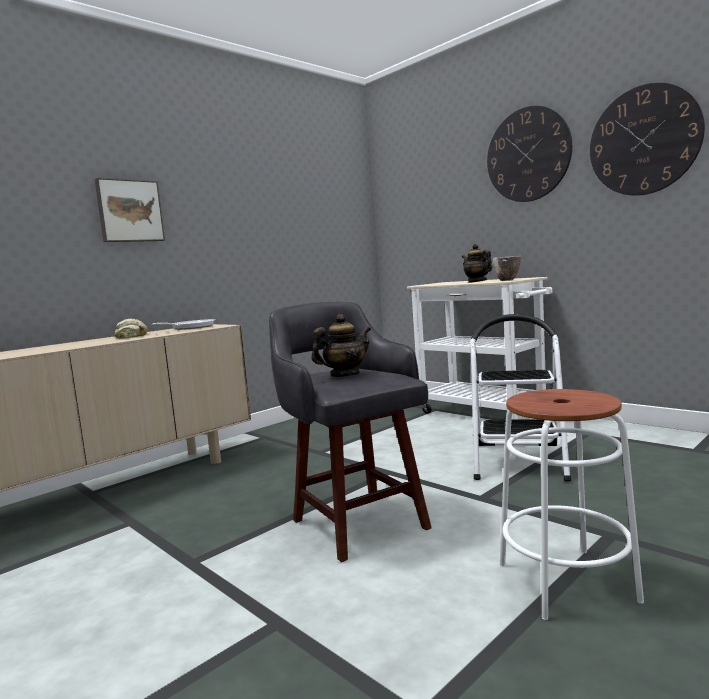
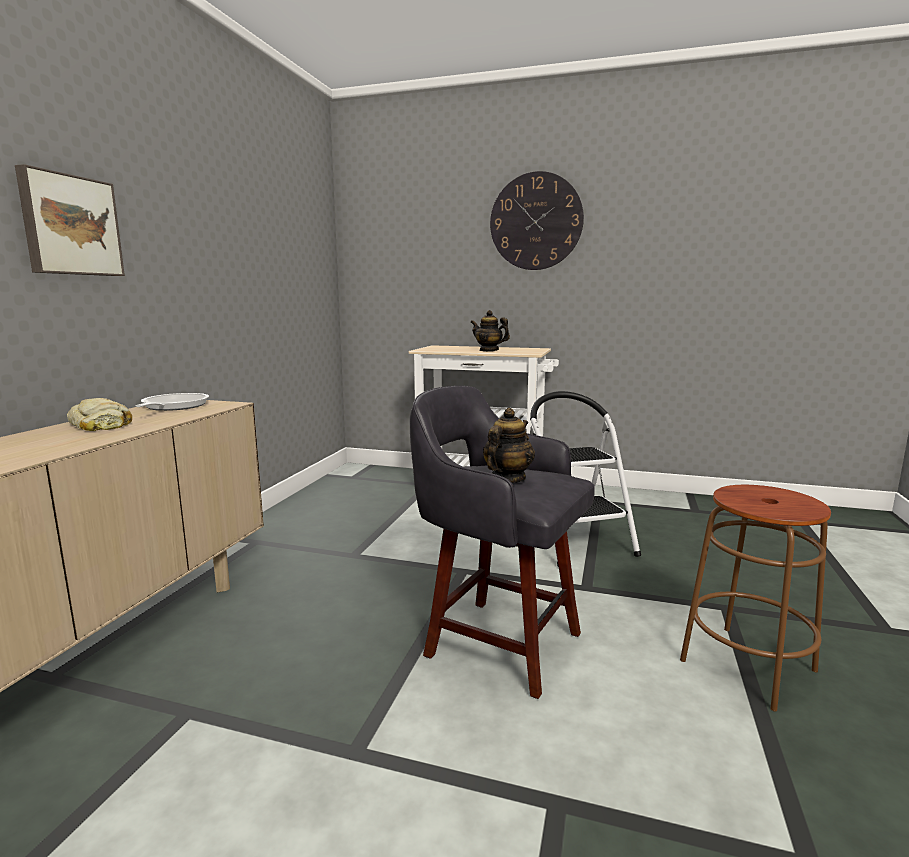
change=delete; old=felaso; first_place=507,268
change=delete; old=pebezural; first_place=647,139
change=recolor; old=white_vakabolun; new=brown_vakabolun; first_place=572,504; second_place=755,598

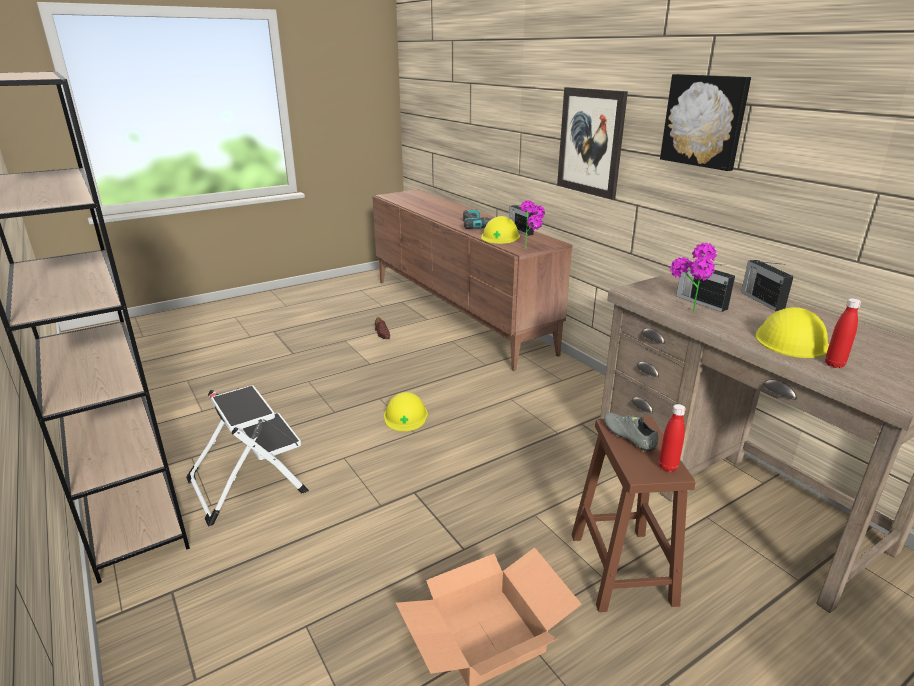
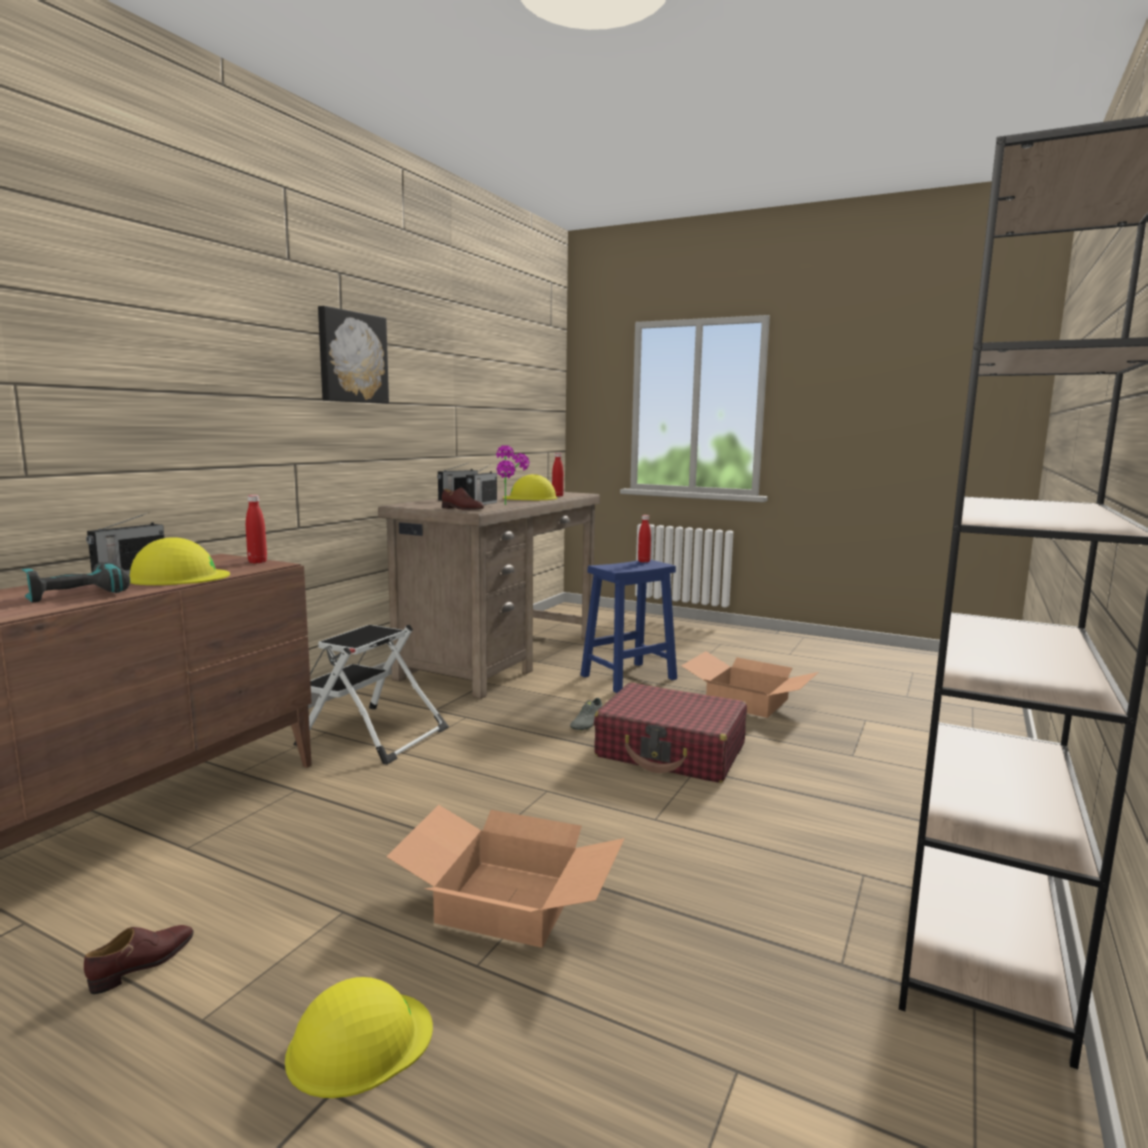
change=delete; old=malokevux; first_place=592,143
change=insert; new=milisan; second_place=506,876
change=insert; new=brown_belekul; second_place=463,499
change=insert; new=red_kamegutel; second_place=670,732
change=move; old=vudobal; first_place=247,455; second_place=371,695
change=move; old=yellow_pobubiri; first_place=406,411; second_place=359,1037
change=move; old=grey_belekul; first_place=631,432; second_place=586,714
change=replace; old=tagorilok; new=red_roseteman; first_place=532,224; second_place=256,529
change=recolor; old=brown_vakabolun; new=blue_vakabolun; first_place=633,514; second_place=629,626

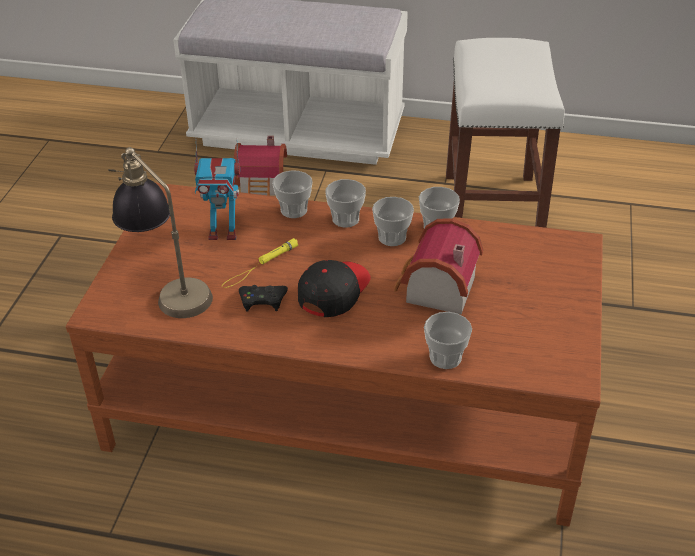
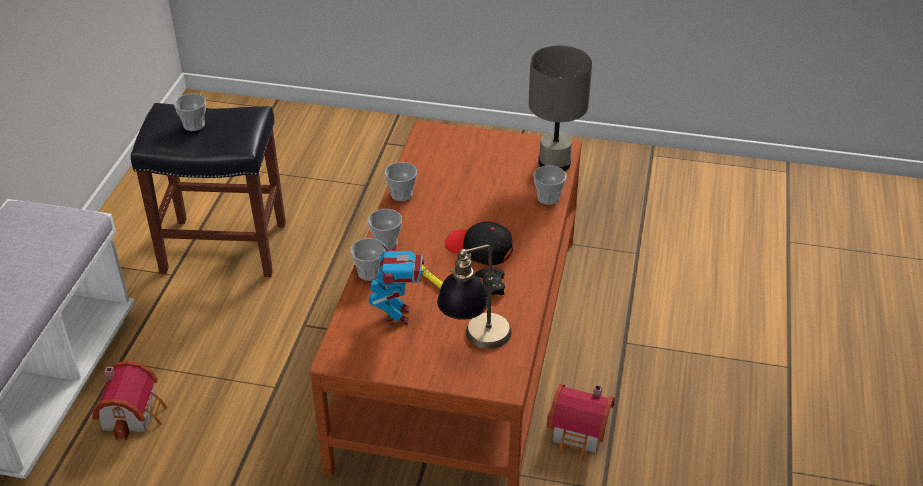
change=insert; new=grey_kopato; second_place=560,108
change=move; old=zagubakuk; first_place=393,221; second_place=190,112
change=move; old=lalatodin; first_place=438,266; second_place=581,422
change=recolor; old=white_vakabolun; new=black_vakabolun; first_place=505,133; second_place=208,190

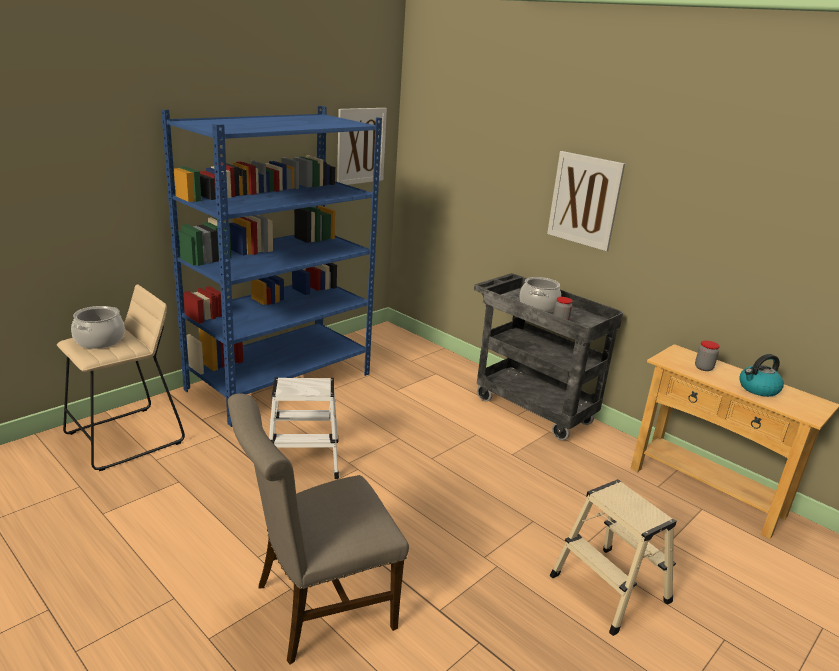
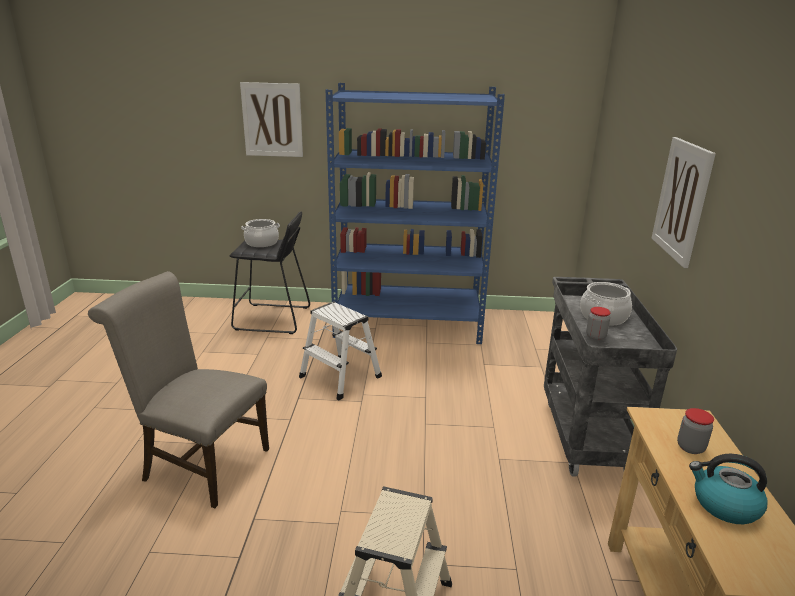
change=move; old=malokevux; first_place=362,146; second_place=271,119
change=recolor; old=beige_vakabolun; new=black_vakabolun; first_place=121,377; second_place=270,272

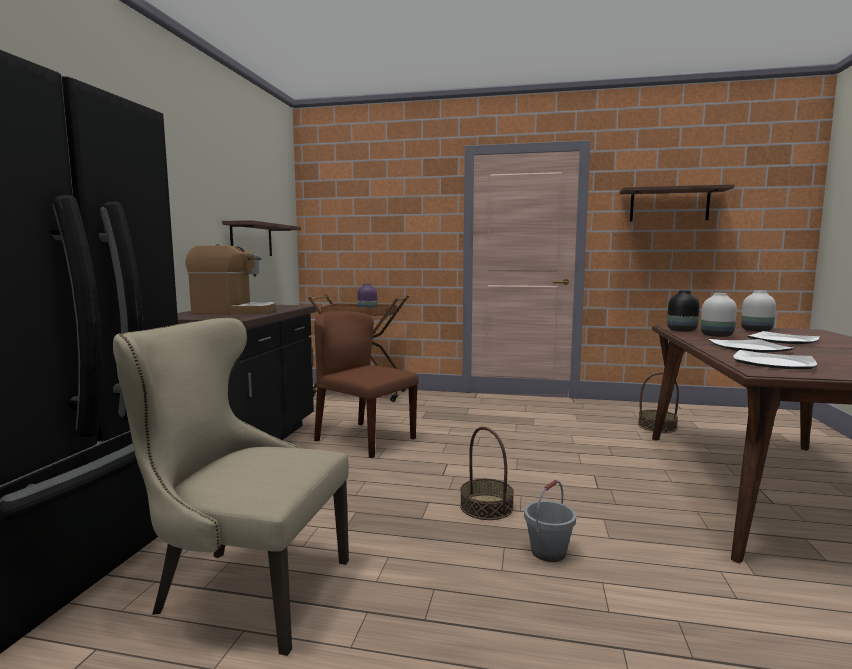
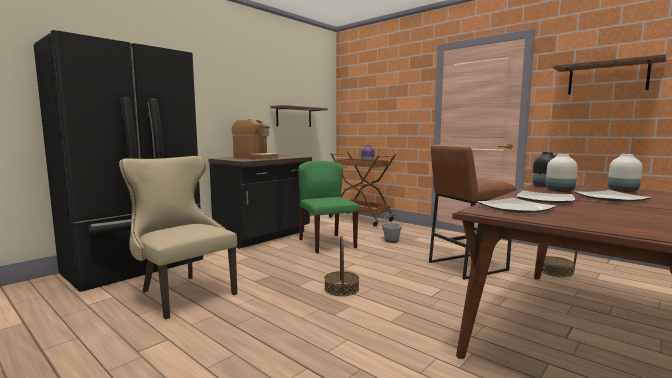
change=insert; new=brown_vakabolun; second_place=472,212
change=move; old=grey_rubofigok; first_place=550,521; second_place=392,228
change=recolor; old=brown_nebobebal; new=green_nebobebal; first_place=366,384; second_place=329,207

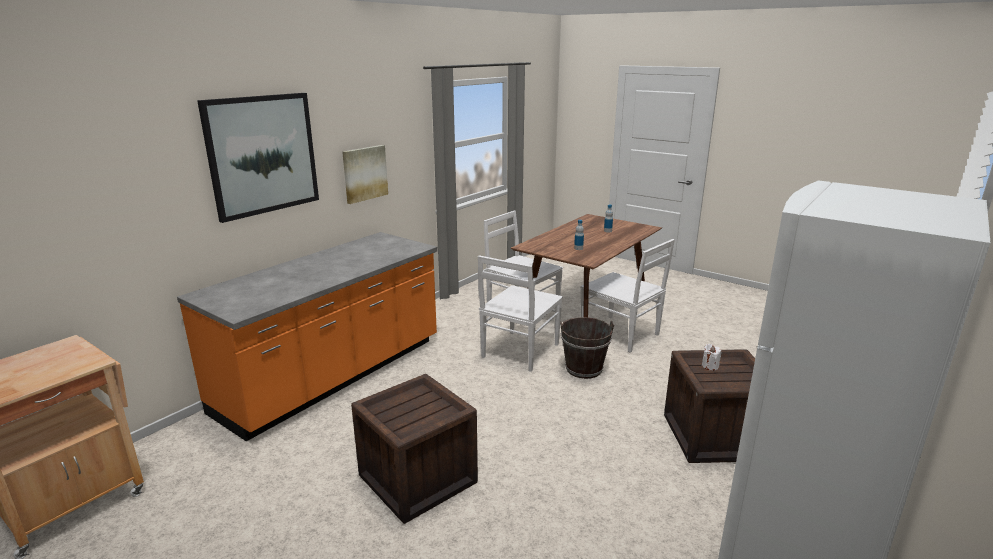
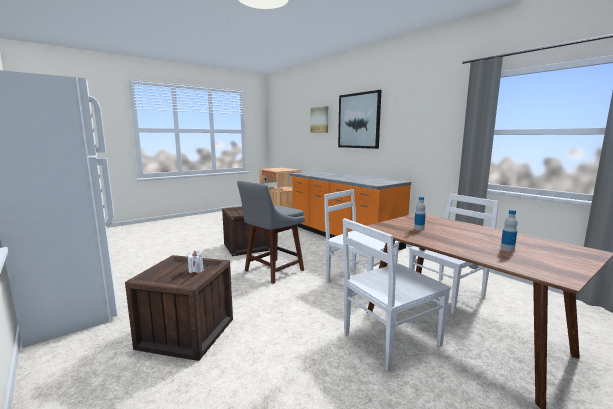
change=delete; old=brown_rubofigok; first_place=587,348
change=insert; new=grey_vakabolun; second_place=271,232
change=move; old=malokevux; first_place=365,174; second_place=319,119

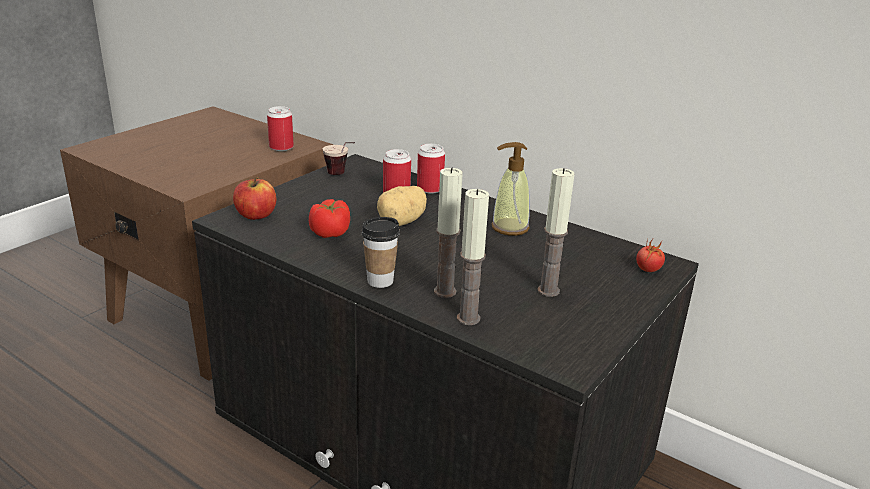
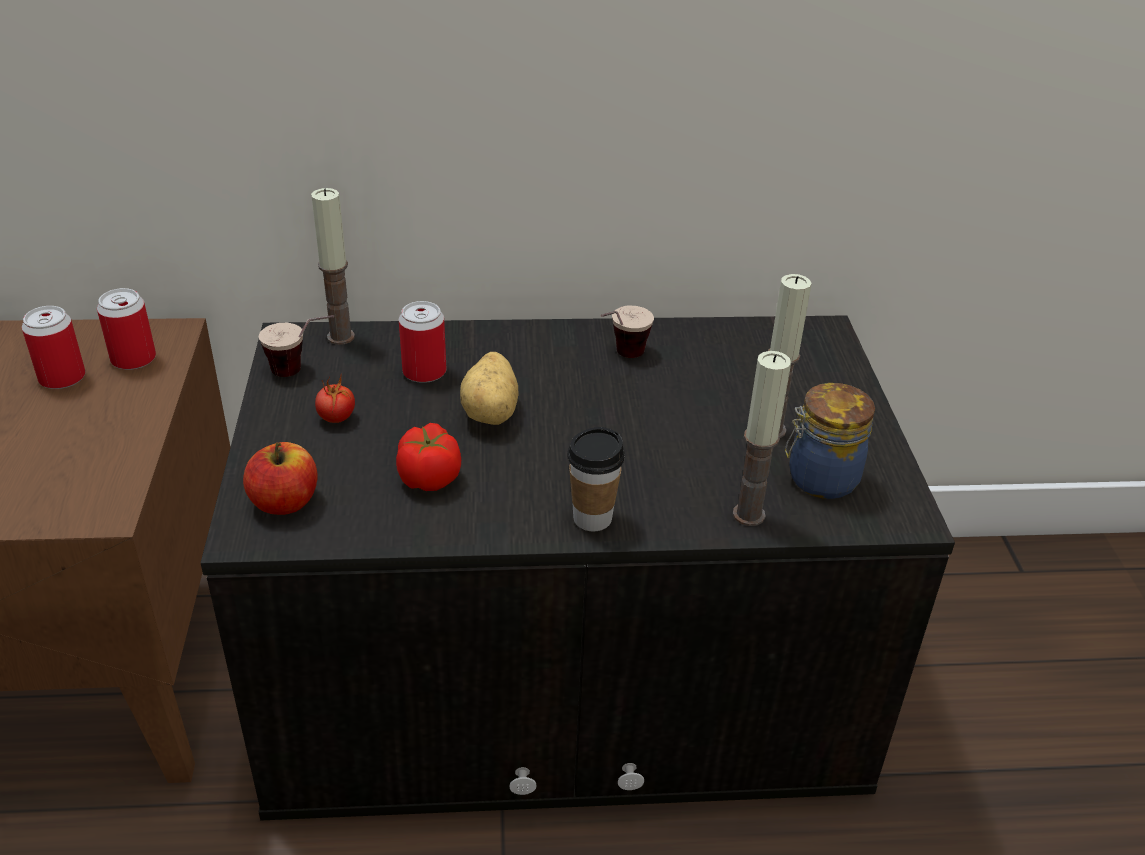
change=insert; new=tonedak; second_place=830,441
change=move; old=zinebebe; first_place=431,169; second_place=53,347
change=move; old=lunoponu; first_place=448,232; second_place=333,266
change=move; old=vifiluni; first_place=650,255; second_place=335,399
change=replace; old=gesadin; new=zagubakuk; first_place=510,189; second_place=627,332

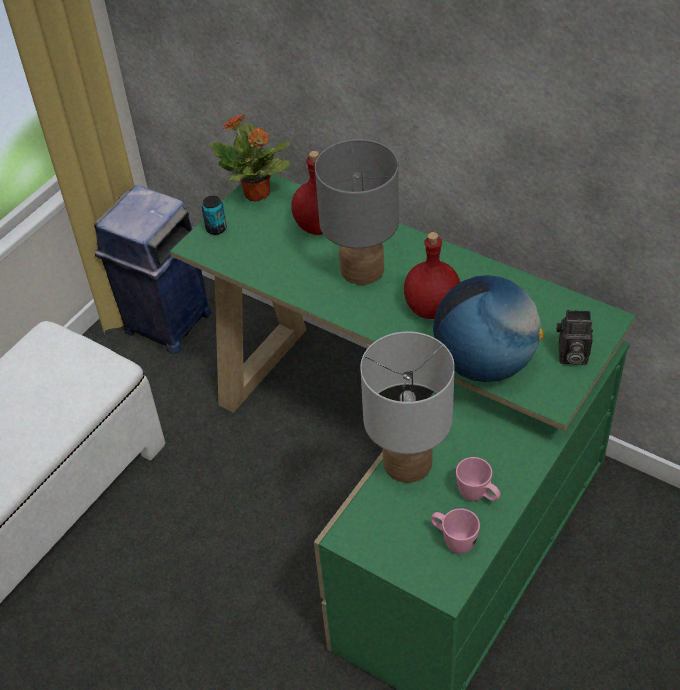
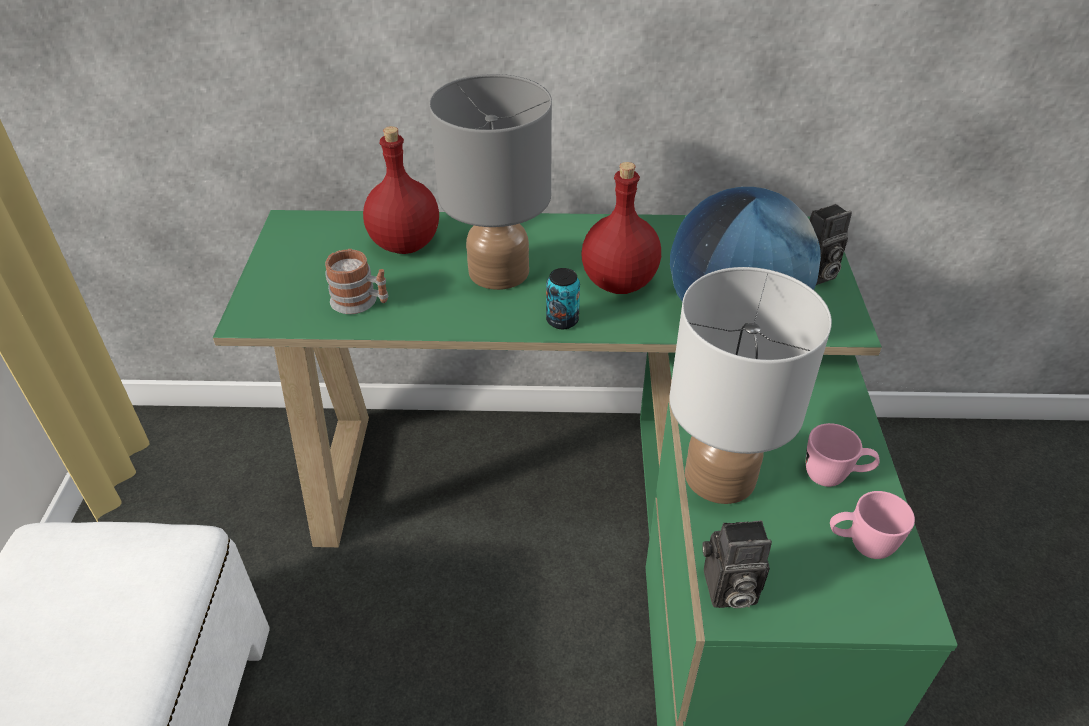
change=delete; old=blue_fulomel; first_place=153,269
change=delete; old=tagorilok; first_place=251,158
change=insert; new=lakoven; second_place=356,281
change=insert; new=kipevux; second_place=737,564
change=move; old=zinebebe; first_place=214,215; second_place=563,298

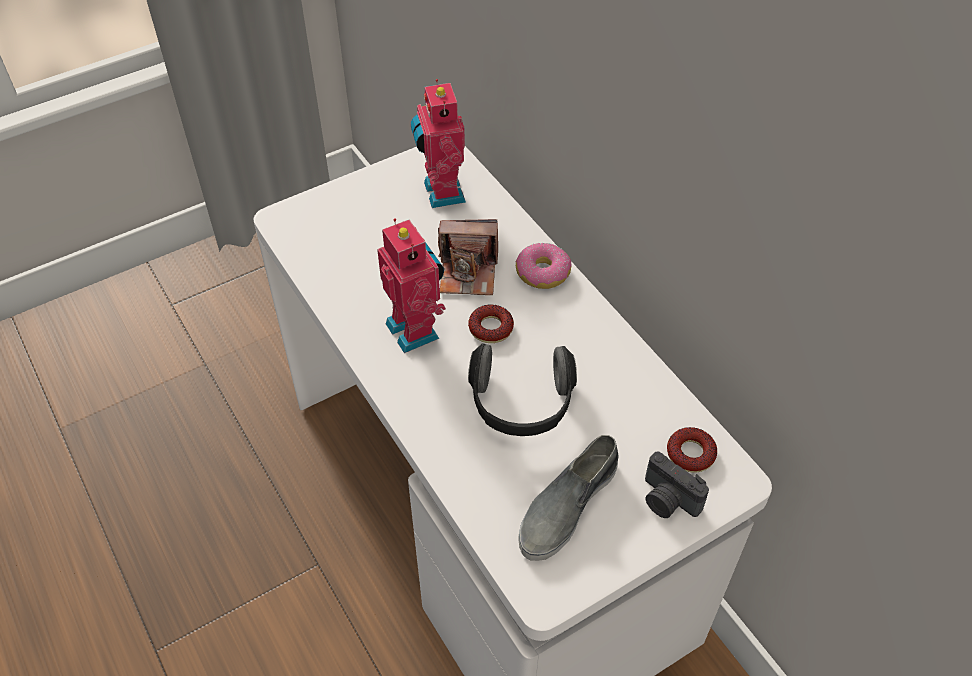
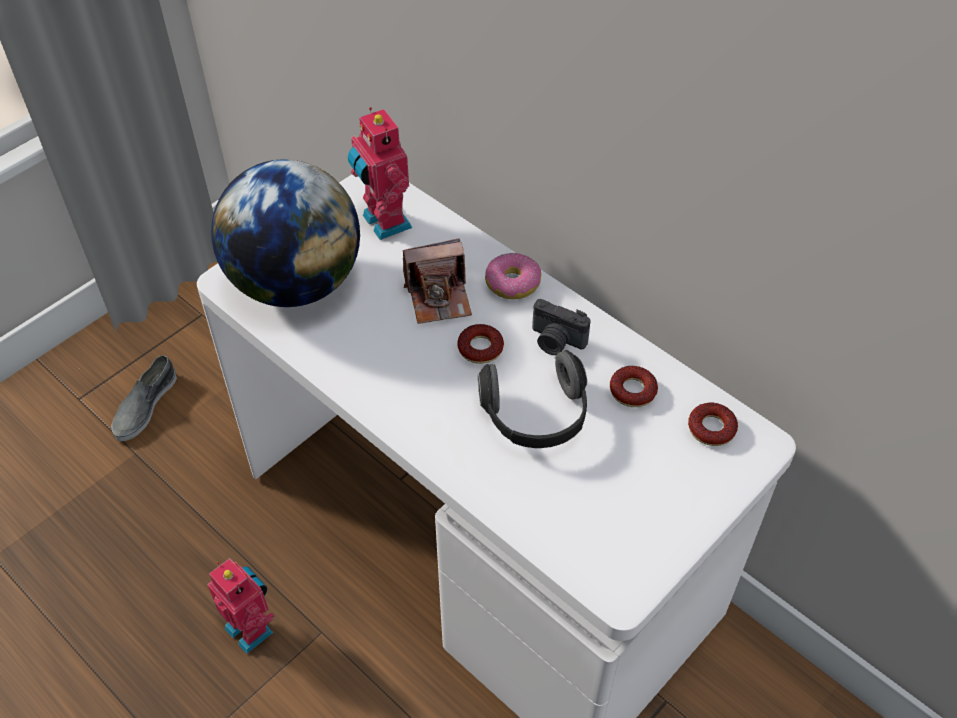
change=insert; new=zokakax; second_place=285,233
change=insert; new=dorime; second_place=634,386
change=move; old=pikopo; first_place=411,285; second_place=241,606
change=move; old=grey_belekul; first_place=568,498; second_place=144,398
change=move; old=kipevux; first_place=677,485; second_place=561,327

